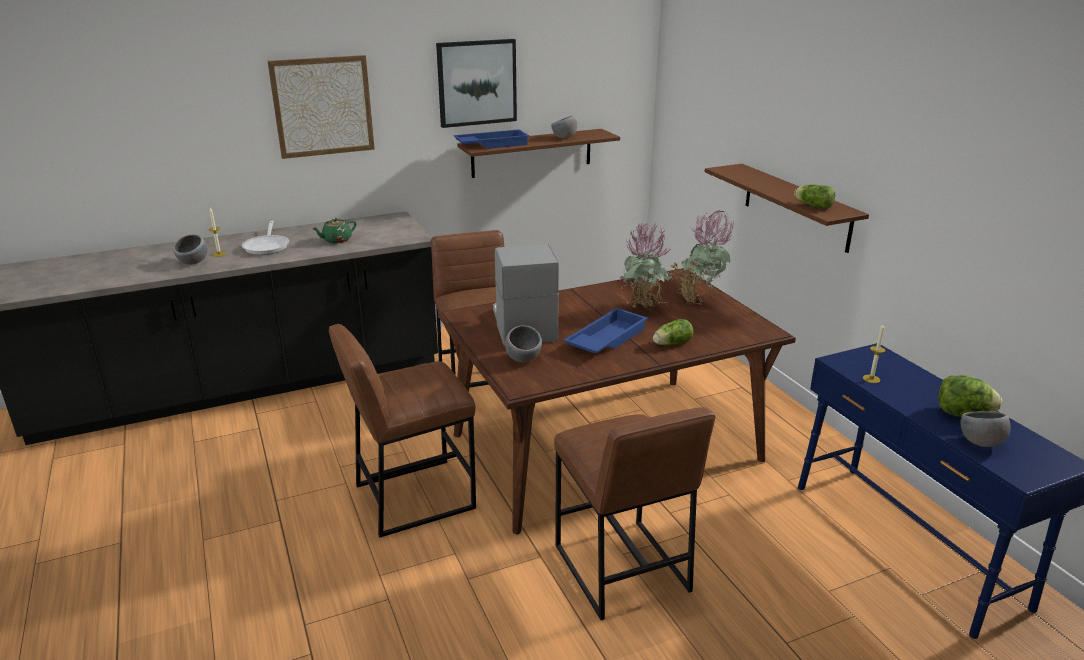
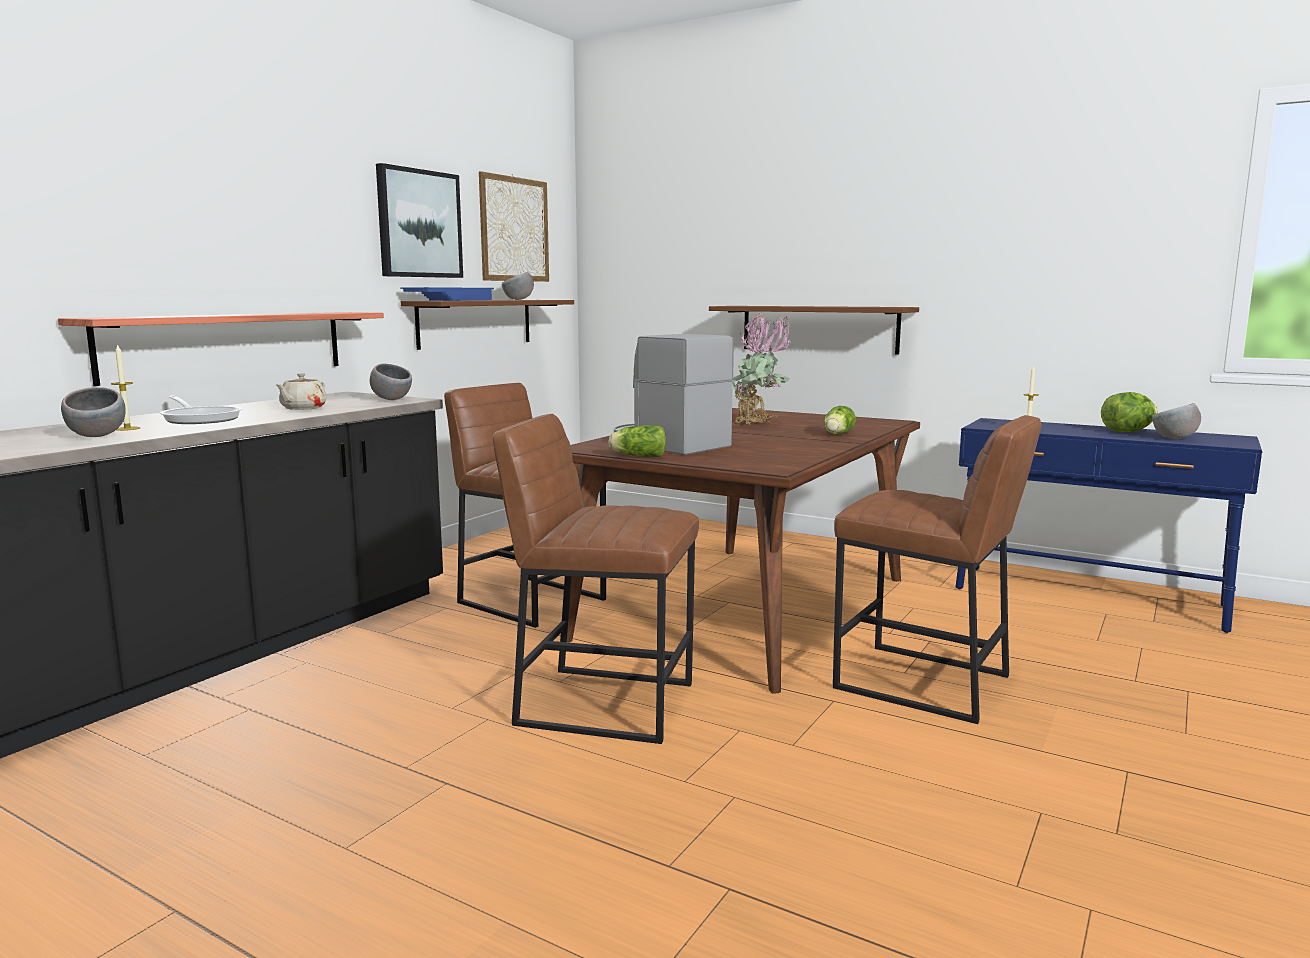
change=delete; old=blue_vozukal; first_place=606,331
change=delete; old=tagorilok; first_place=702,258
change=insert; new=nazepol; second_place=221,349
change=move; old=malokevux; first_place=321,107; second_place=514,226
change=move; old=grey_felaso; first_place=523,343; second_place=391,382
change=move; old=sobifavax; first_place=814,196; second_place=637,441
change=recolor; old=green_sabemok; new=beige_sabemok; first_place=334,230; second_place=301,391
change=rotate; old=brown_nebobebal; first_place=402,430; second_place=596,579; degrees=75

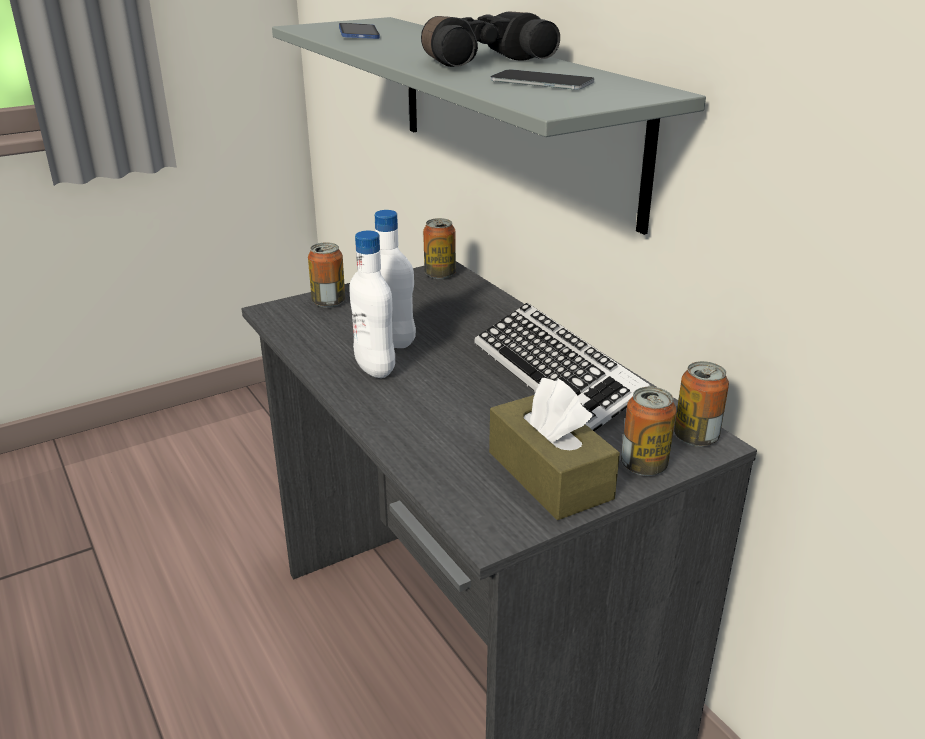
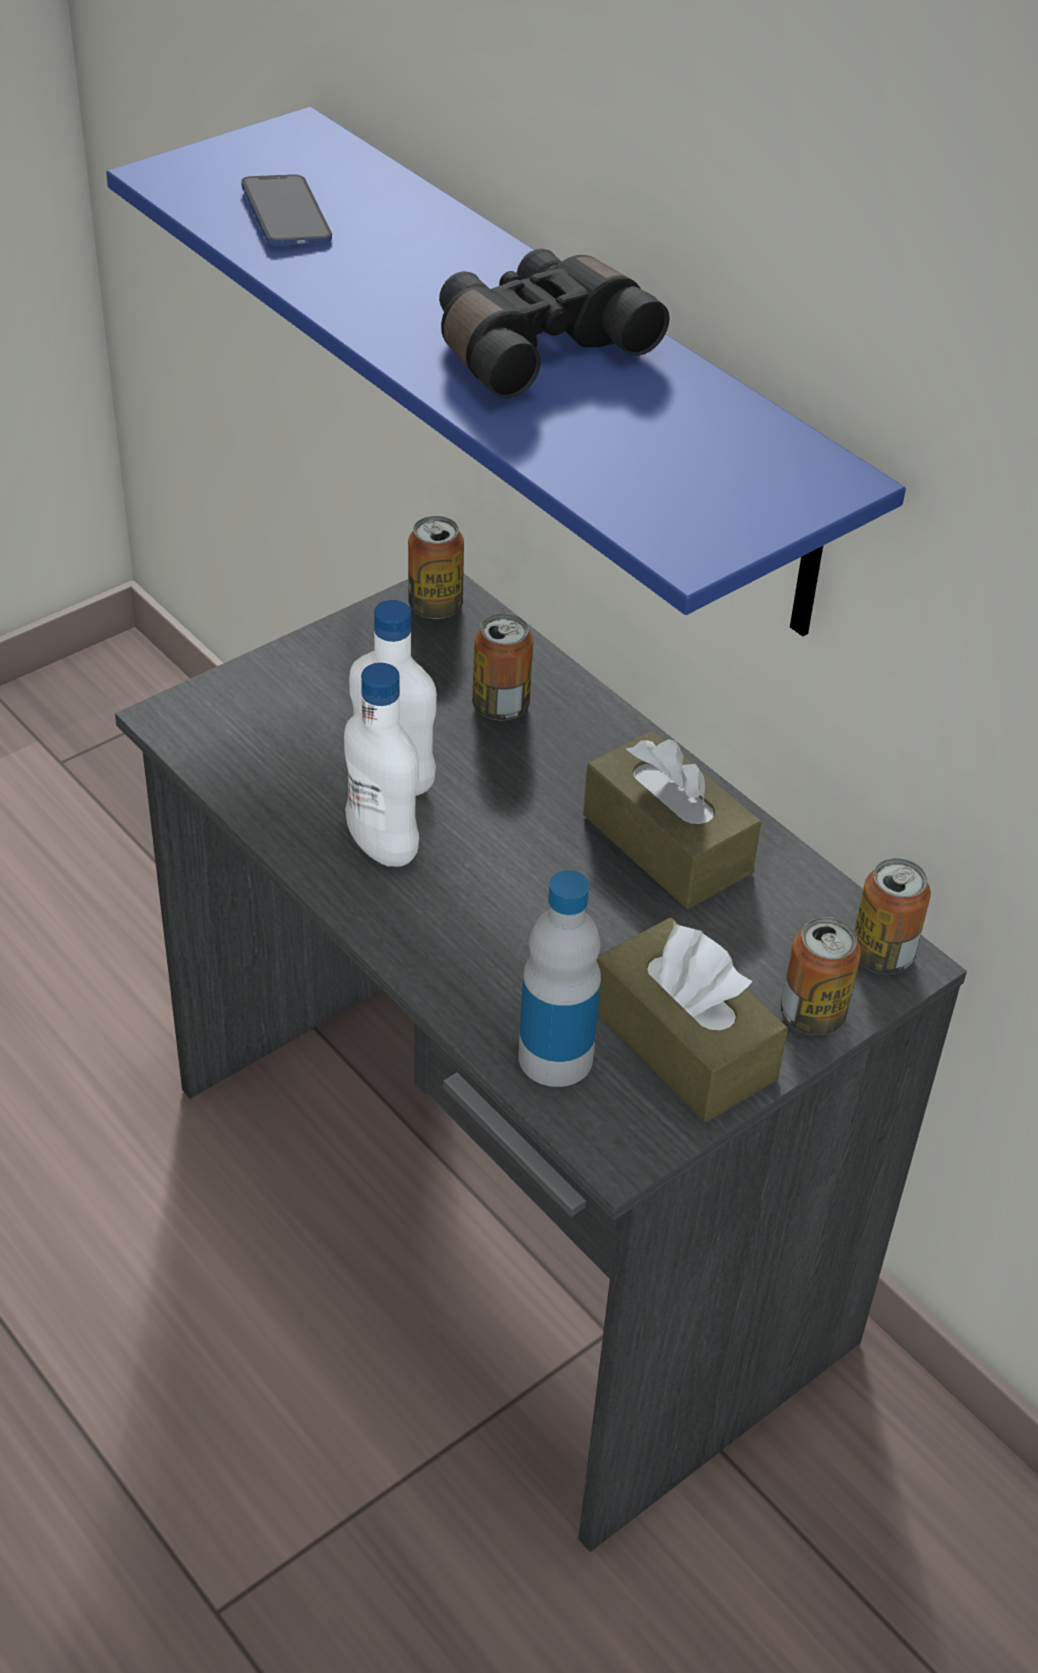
change=delete; old=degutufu; first_place=542,79
change=insert; new=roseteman; second_place=559,978
change=move; old=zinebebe; first_place=326,275; second_place=502,666
change=replace; old=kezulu; new=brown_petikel; first_place=563,367; second_place=672,820
change=recolor; old=grey_nazepol; new=blue_nazepol; first_place=489,126; second_place=506,371

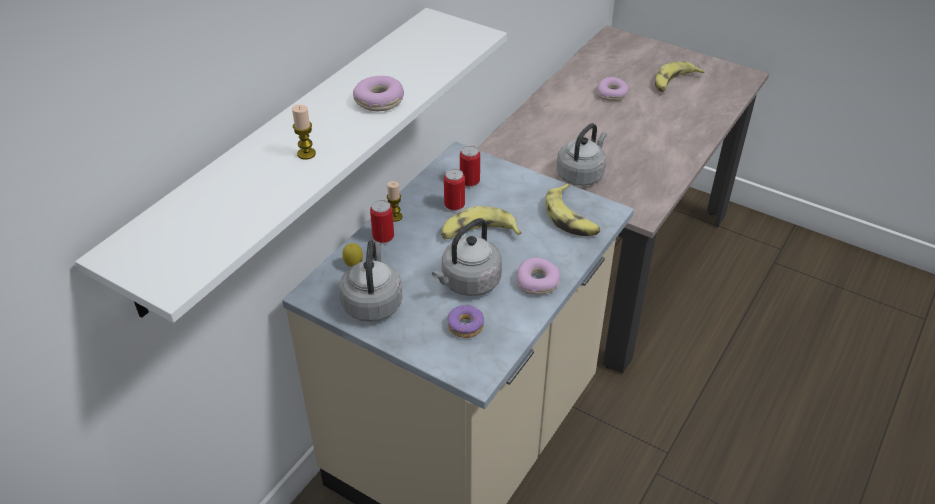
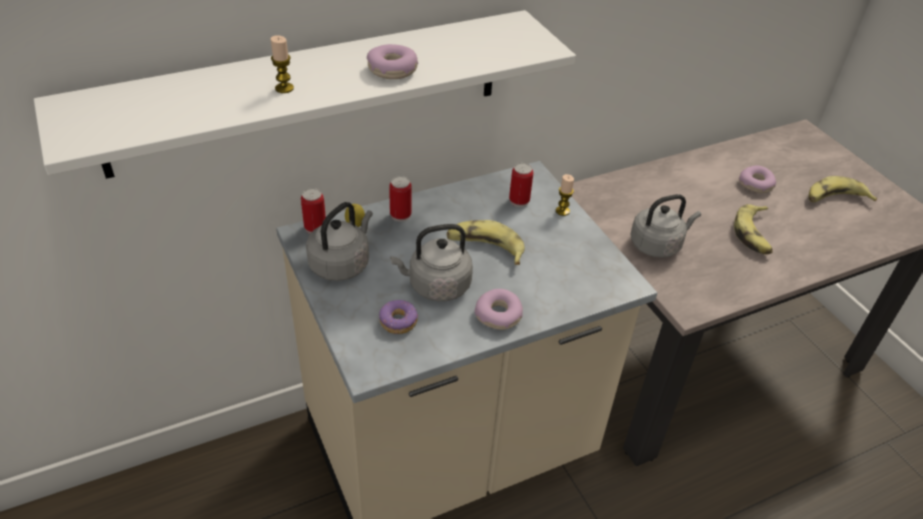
change=move; old=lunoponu; first_place=394,201; second_place=565,195
change=move; old=zinebebe; first_place=454,190; second_place=313,211
change=move; old=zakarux; first_place=572,210; second_place=753,229

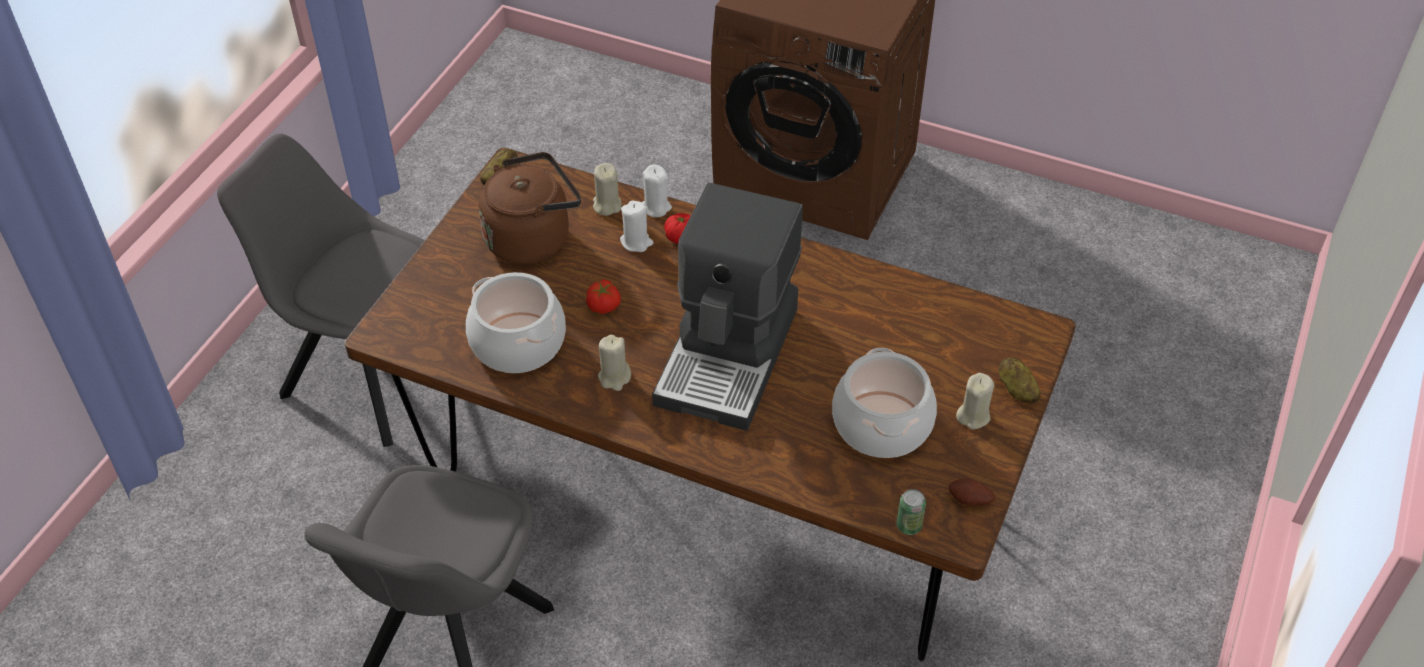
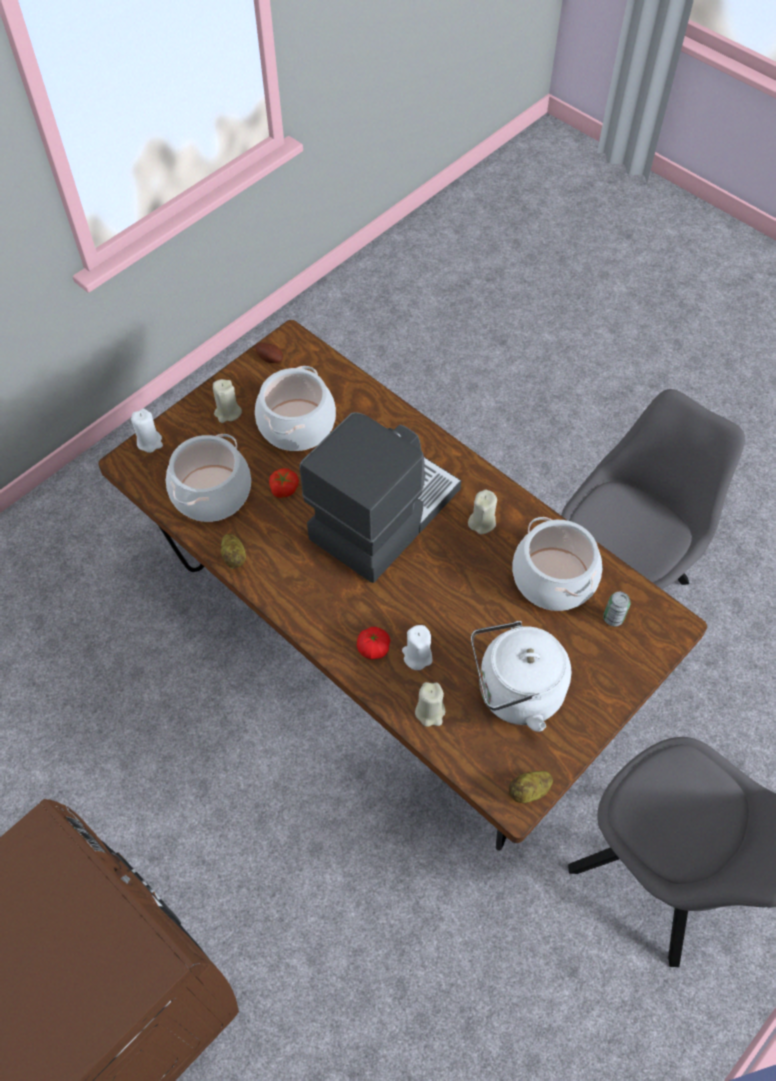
change=insert; new=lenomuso; second_place=208,478
change=move; old=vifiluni; first_place=603,296; second_place=284,483
change=move; old=white_lunoponu; first_place=657,190; second_place=147,431
change=move; old=zinebebe; first_place=911,512; second_place=617,609
change=move; old=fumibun; first_place=1020,380; second_place=233,551
change=recolor; old=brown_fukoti; new=white_fukoti; first_place=530,208; second_place=521,676

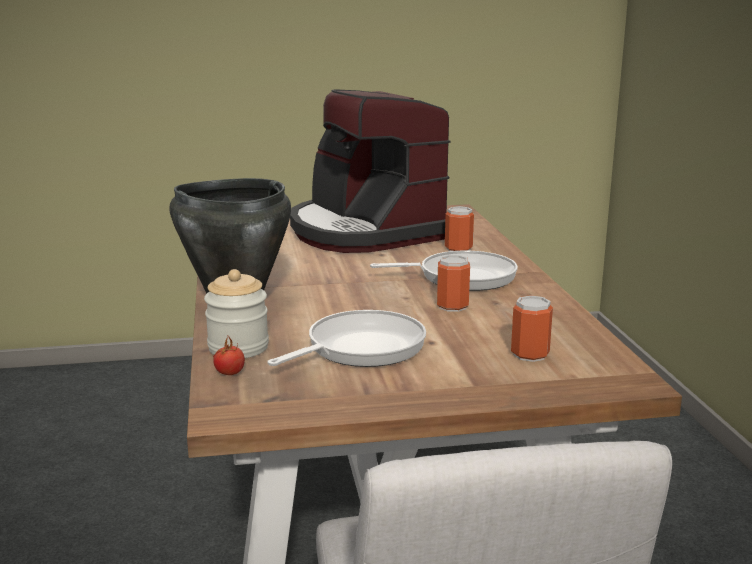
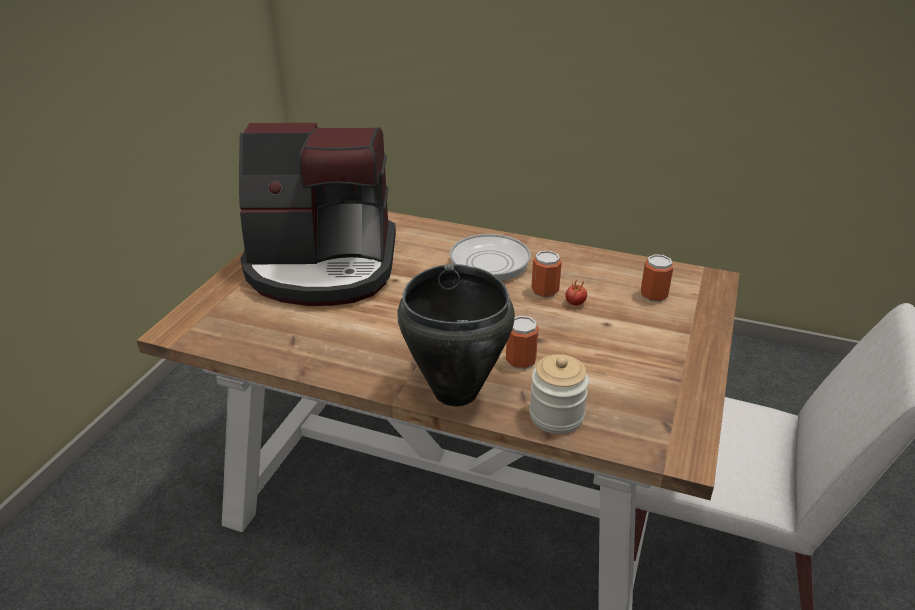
change=delete; old=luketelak; first_place=347,338
change=move; old=vifiluni; first_place=229,355; second_place=576,293
change=move; old=zinebebe; first_place=459,228; second_place=522,343

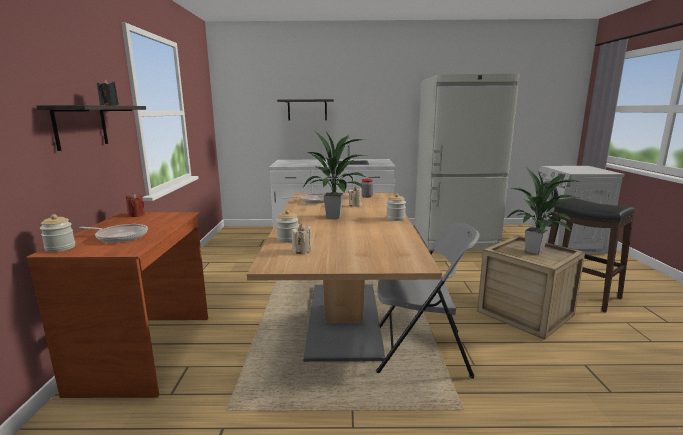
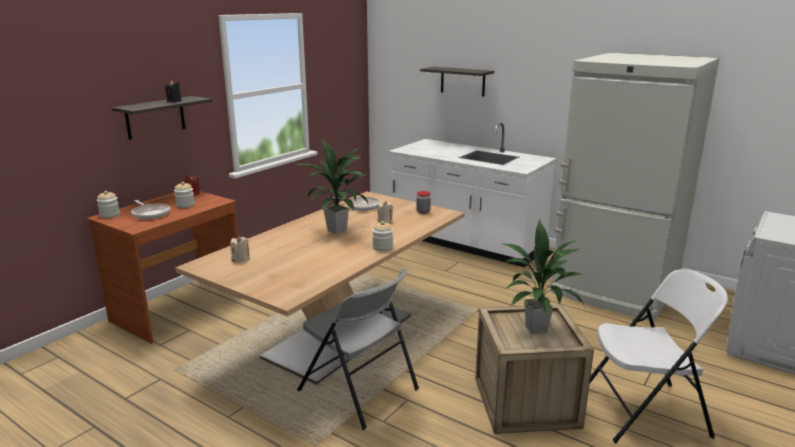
change=move; old=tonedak; first_place=287,226; second_place=184,195
change=replace; old=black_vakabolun; new=white_nebobebal; first_place=591,255; second_place=659,356

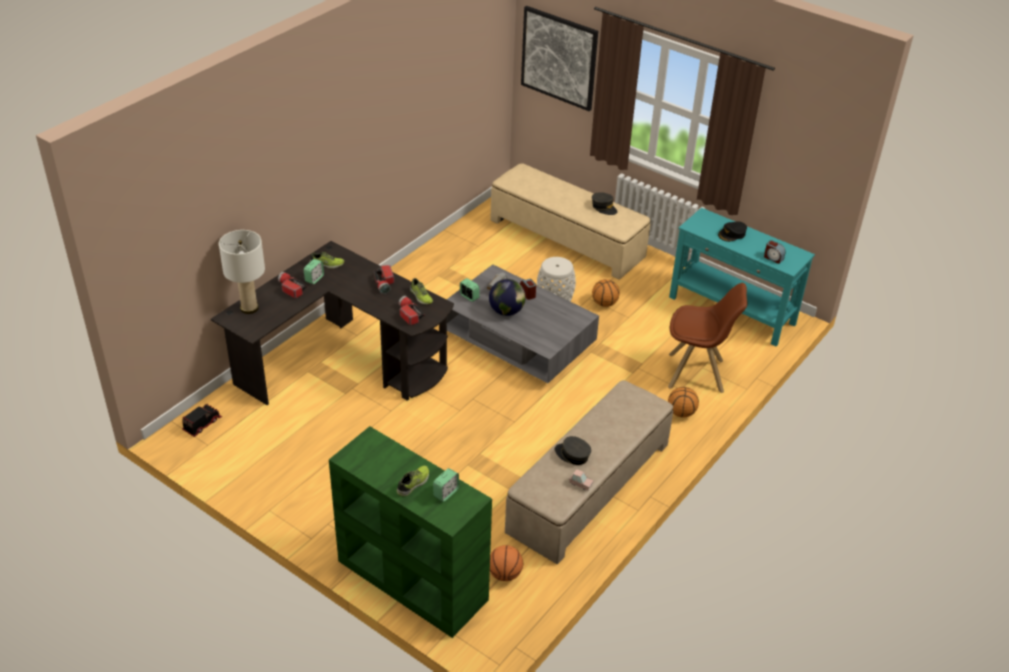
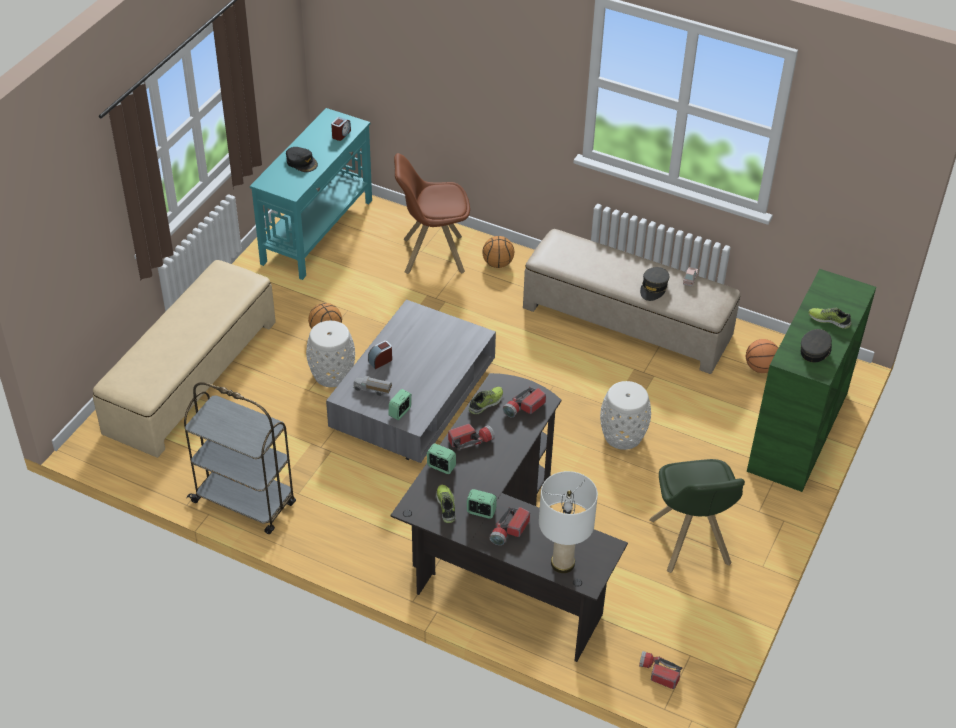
change=delete; old=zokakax; first_place=507,297
change=delete; old=malokevux; first_place=559,58
change=insert; new=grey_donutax; second_place=240,458
change=insert; new=white_vakabolun; second_place=625,415
change=insert; new=green_nebobebal; second_place=697,516
change=move; old=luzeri; first_place=446,485; second_place=441,458
change=move; old=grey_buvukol; first_place=604,203; second_place=816,345
change=replace; old=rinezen; new=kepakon; first_place=202,420; second_place=661,670
change=rotate; old=brown_nebobebal; first_place=708,338; second_place=432,213; degrees=-90

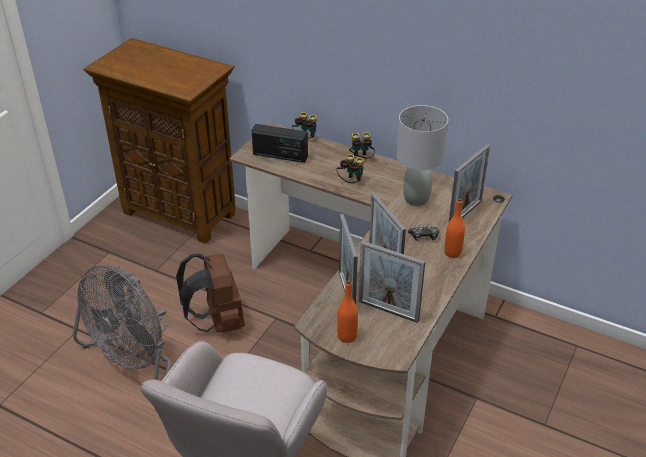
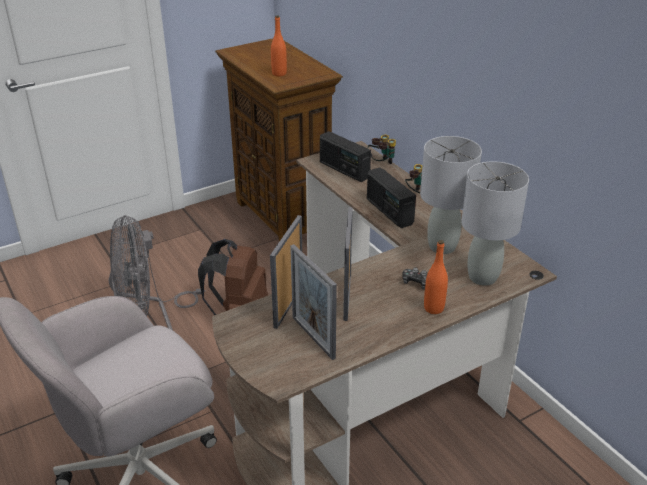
change=move; old=orange_roseteman; first_place=347,311; second_place=279,46
change=replace; old=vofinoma; new=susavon; first_place=350,168; second_place=391,197
change=replace; old=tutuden; new=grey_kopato; first_place=469,183; second_place=495,223

